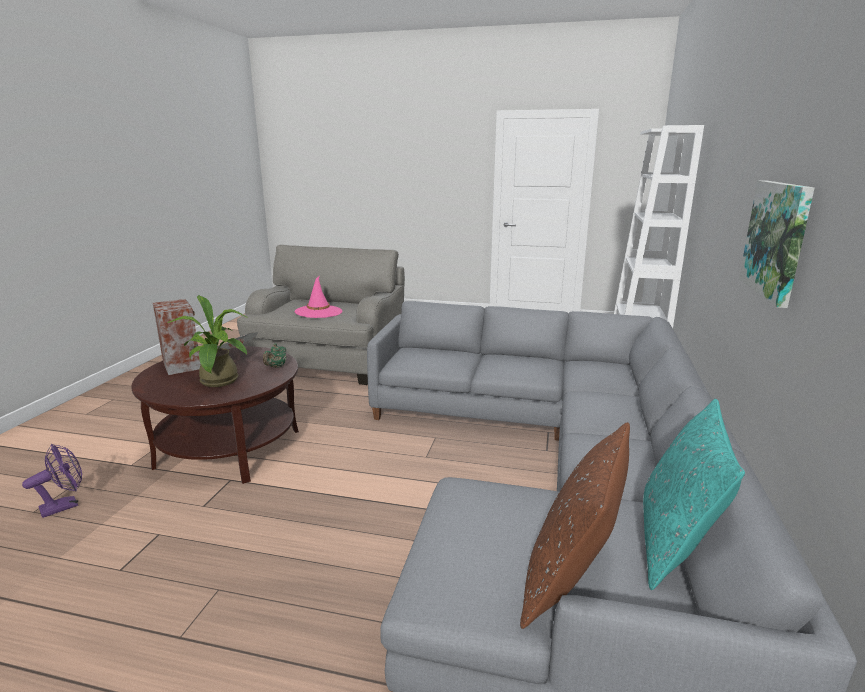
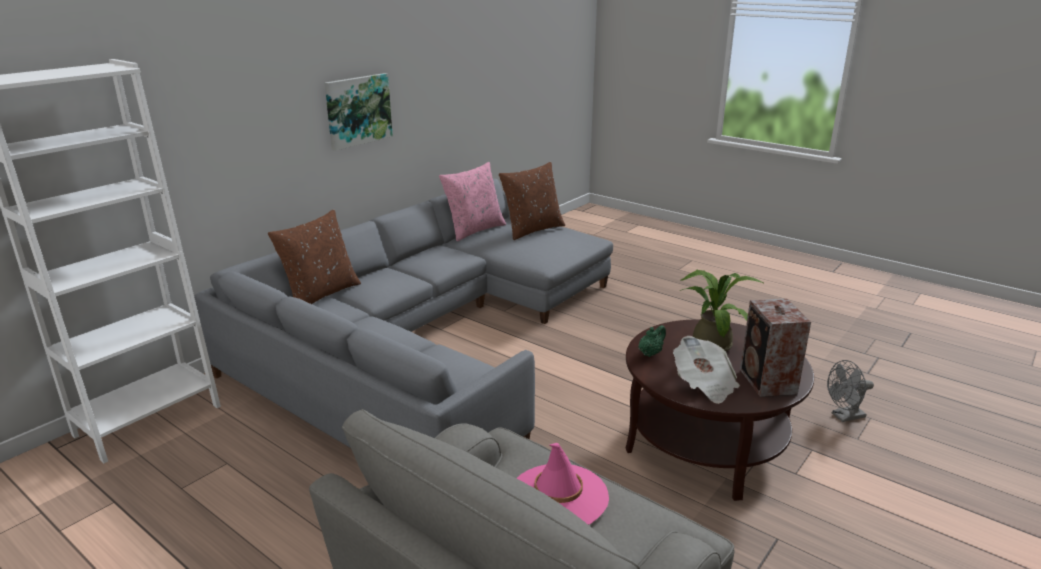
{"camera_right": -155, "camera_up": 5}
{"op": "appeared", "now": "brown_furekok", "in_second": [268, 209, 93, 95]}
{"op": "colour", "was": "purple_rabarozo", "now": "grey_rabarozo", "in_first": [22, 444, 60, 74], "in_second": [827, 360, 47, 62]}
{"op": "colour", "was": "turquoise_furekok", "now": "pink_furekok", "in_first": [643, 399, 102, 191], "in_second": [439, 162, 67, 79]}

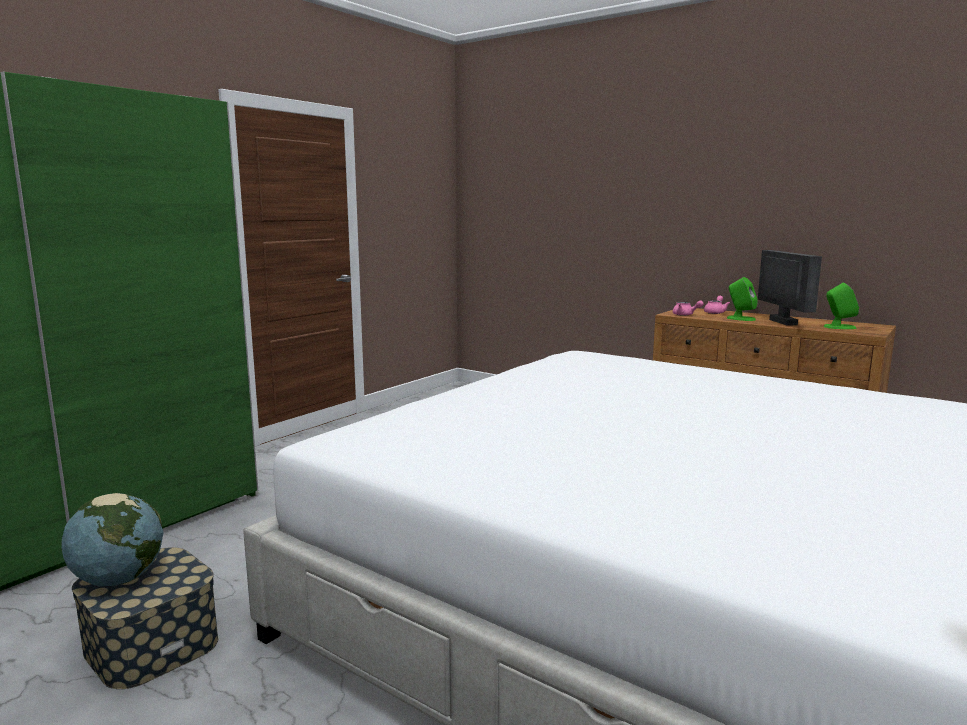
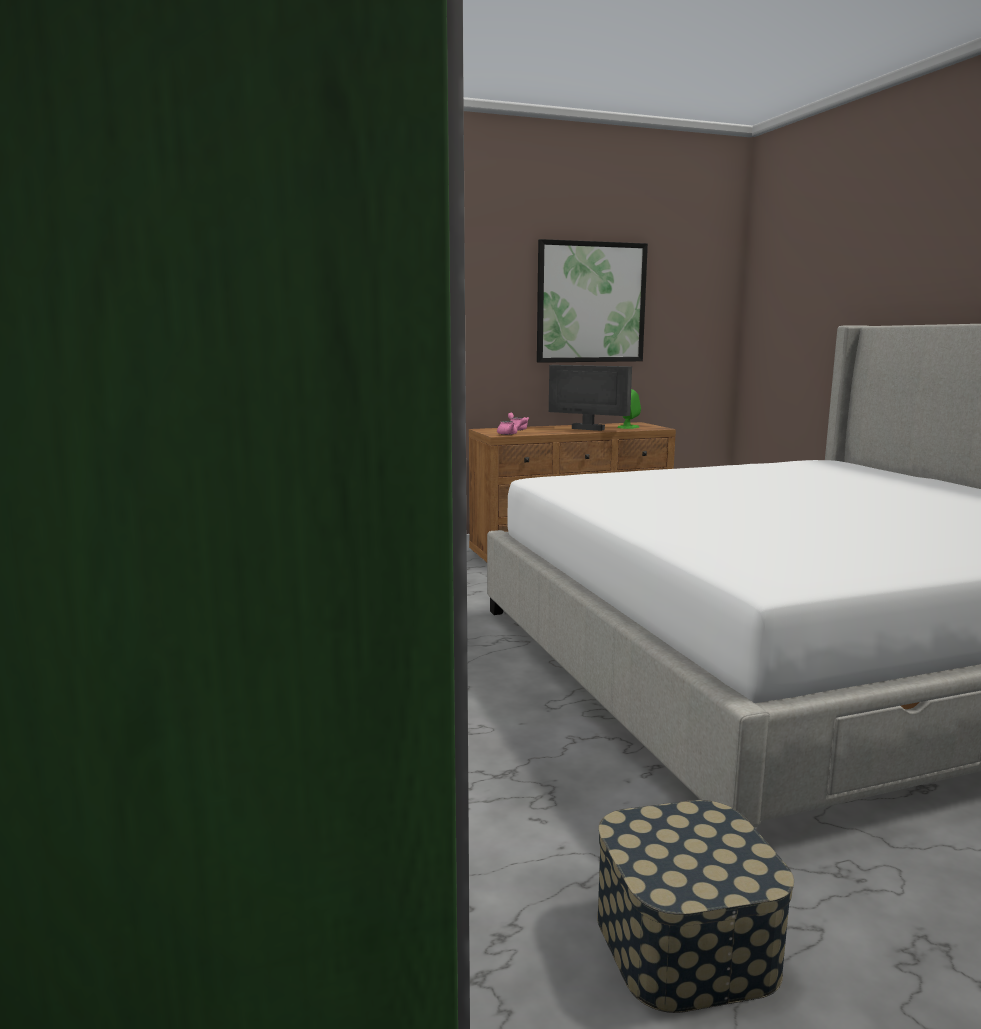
{"camera_right": -55, "camera_up": 0}
{"op": "missing", "was": "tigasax", "in_first": [61, 493, 103, 93]}
{"op": "missing", "was": "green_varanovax", "in_first": [727, 277, 31, 44]}
{"op": "appeared", "now": "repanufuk", "in_second": [537, 239, 111, 124]}

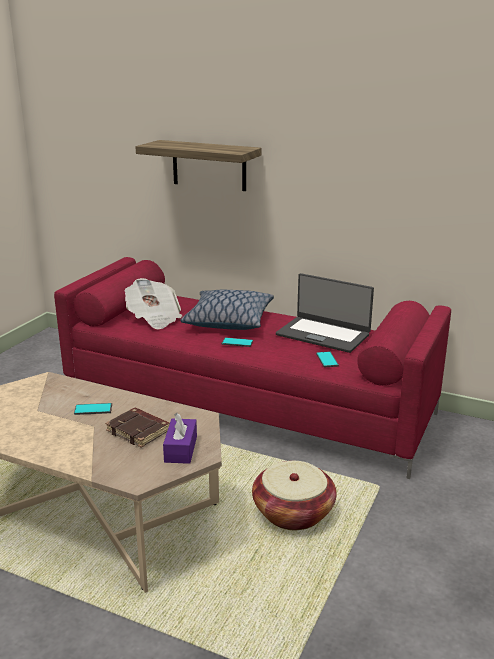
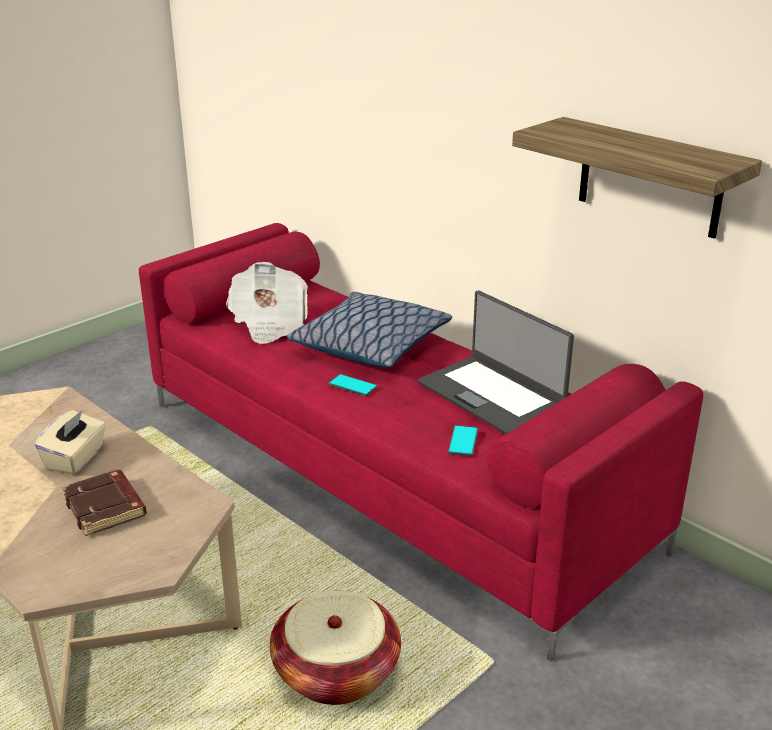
{"camera_right": 20, "camera_up": 5}
{"op": "missing", "was": "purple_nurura", "in_first": [163, 413, 34, 51]}
{"op": "relocated", "was": "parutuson", "in_first": [136, 140, 125, 51], "in_second": [512, 117, 250, 122]}
{"op": "exchanged", "was": "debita", "now": "beige_nurura", "in_first": [74, 403, 38, 12], "in_second": [34, 409, 72, 66]}

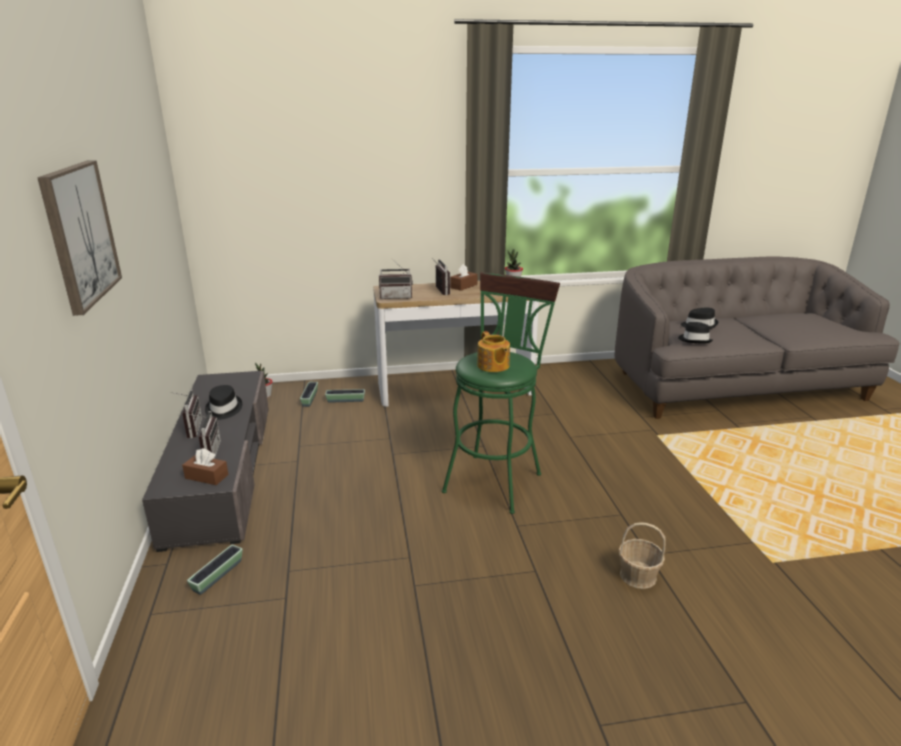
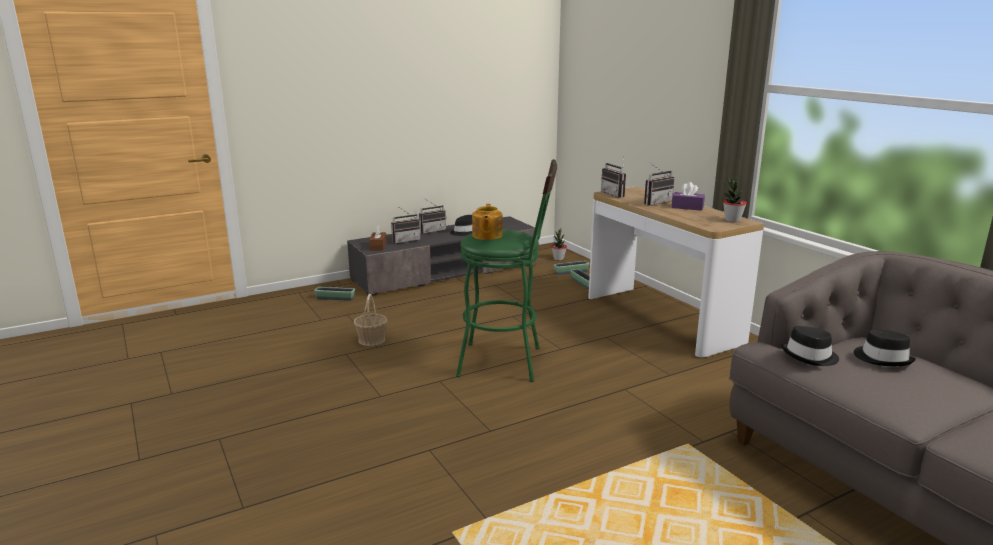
{"camera_right": 70, "camera_up": -5}
{"op": "missing", "was": "repanufuk", "in_first": [37, 160, 85, 156]}
{"op": "relocated", "was": "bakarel", "in_first": [618, 523, 48, 66], "in_second": [354, 294, 33, 52]}
{"op": "colour", "was": "brown_nurura", "now": "purple_nurura", "in_first": [450, 264, 28, 27], "in_second": [671, 182, 34, 29]}
{"op": "spun", "was": "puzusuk", "in_first": [477, 331, 33, 41], "in_second": [472, 204, 31, 36], "clockwise": -45}

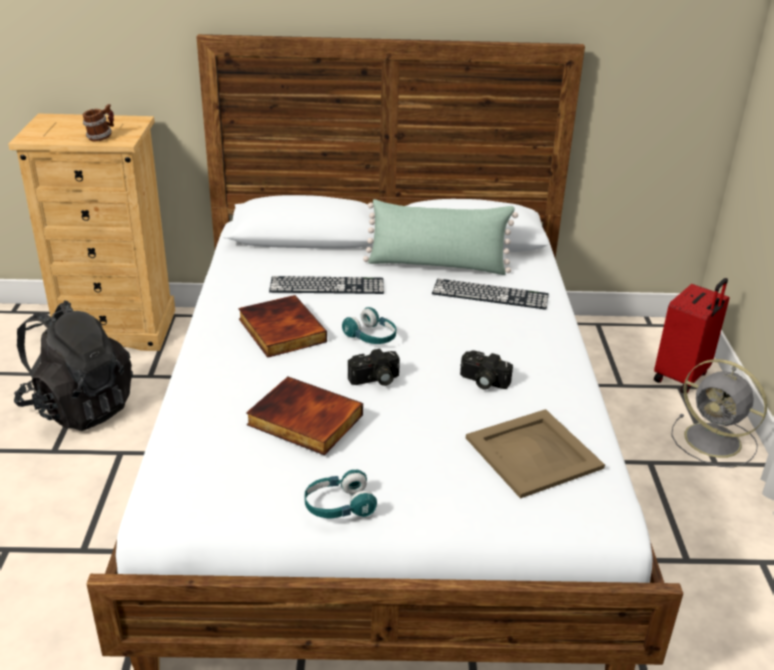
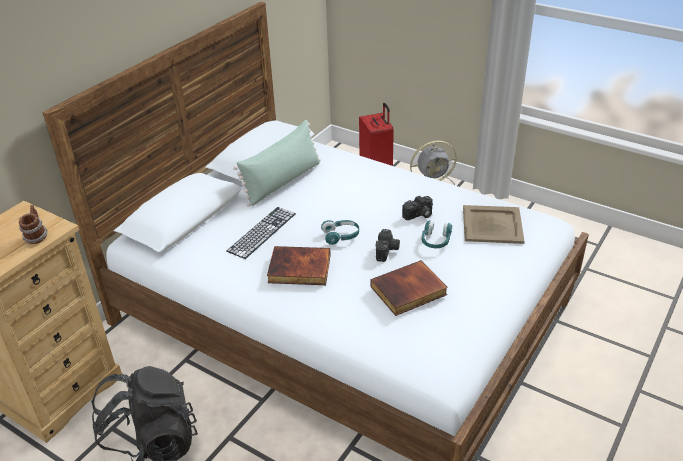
{"camera_right": -55, "camera_up": 5}
{"op": "missing", "was": "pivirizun", "in_first": [432, 279, 117, 30]}
{"op": "relocated", "was": "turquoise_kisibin", "in_first": [304, 470, 73, 48], "in_second": [422, 220, 30, 28]}

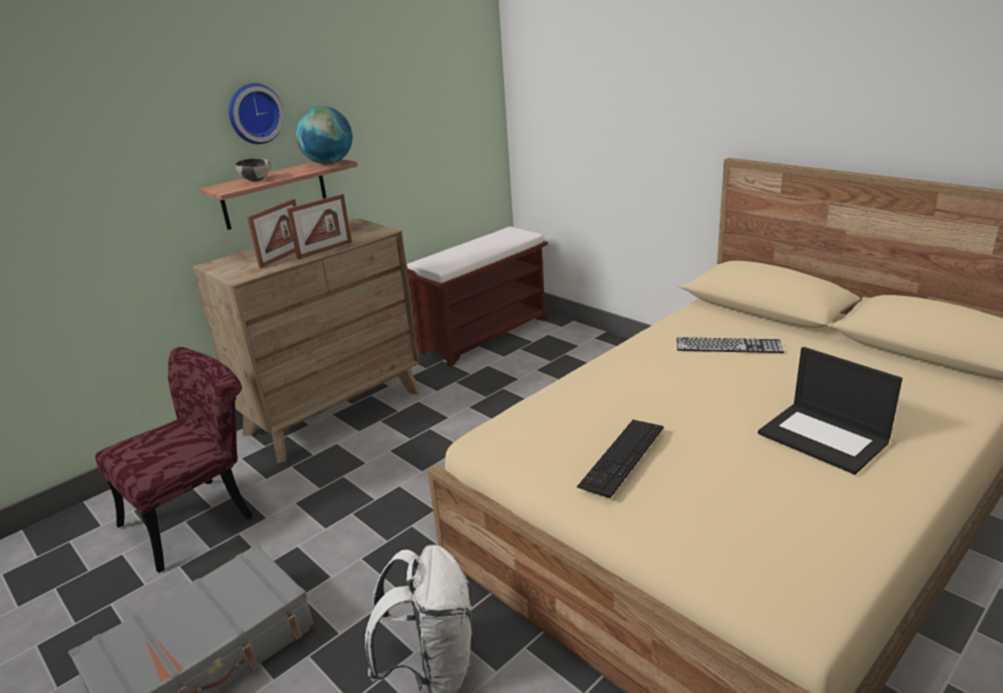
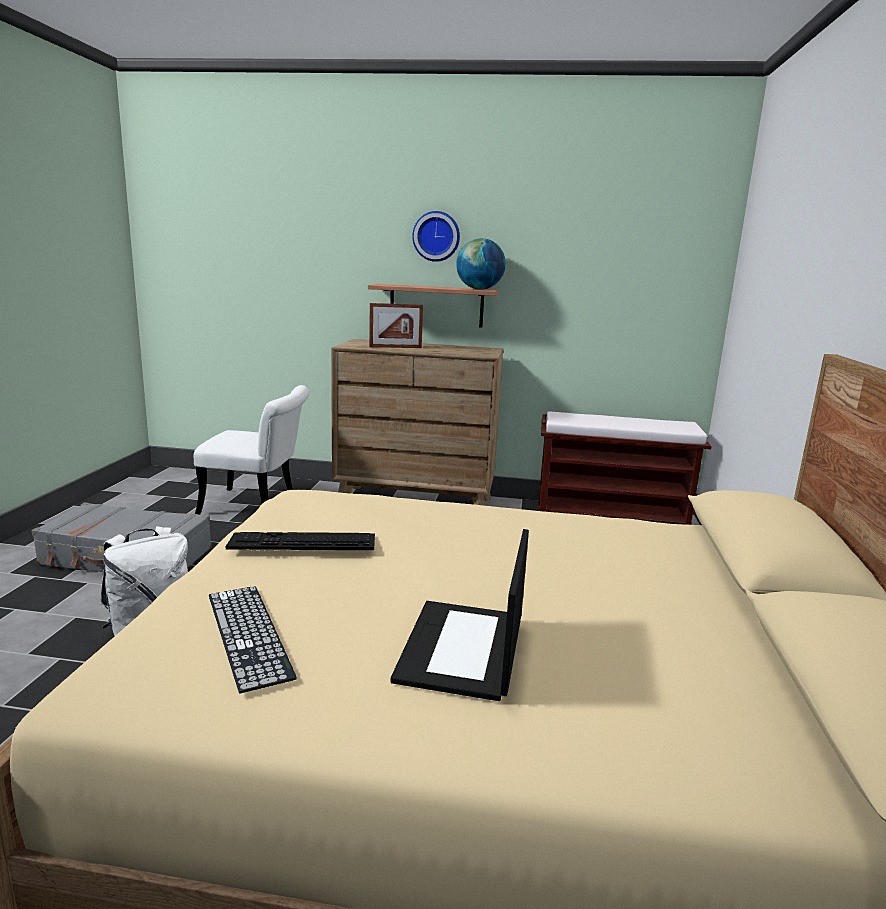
{"camera_right": 50, "camera_up": -10}
{"op": "missing", "was": "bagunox", "in_first": [235, 158, 36, 24]}
{"op": "missing", "was": "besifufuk", "in_first": [287, 194, 65, 65]}
{"op": "relocated", "was": "pivirizun", "in_first": [677, 337, 107, 16], "in_second": [209, 586, 88, 107]}
{"op": "colour", "was": "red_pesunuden", "now": "white_pesunuden", "in_first": [95, 347, 157, 226], "in_second": [194, 385, 115, 130]}

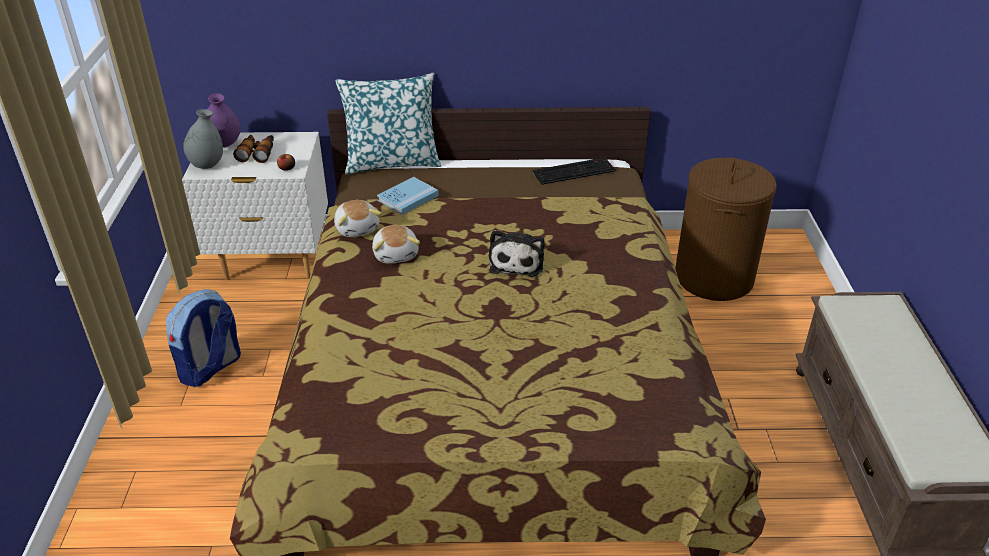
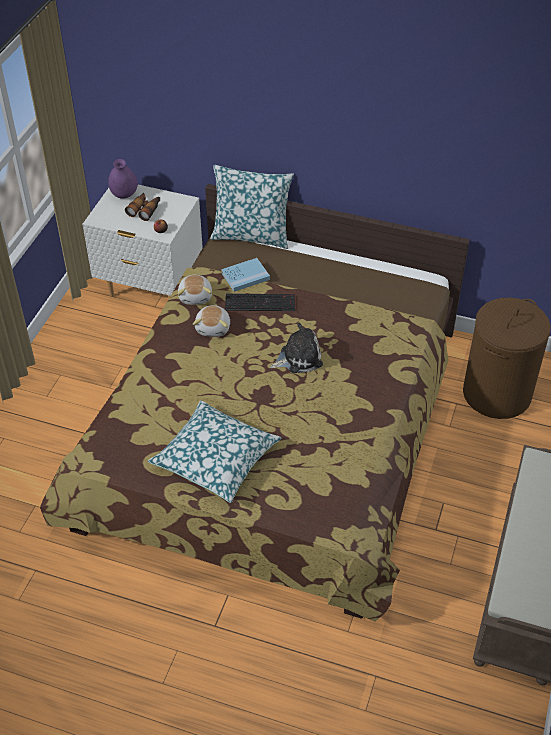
{"camera_right": 20, "camera_up": 10}
{"op": "missing", "was": "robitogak", "in_first": [166, 289, 75, 98]}
{"op": "missing", "was": "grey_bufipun", "in_first": [183, 109, 40, 60]}
{"op": "appeared", "now": "furekok", "in_second": [148, 400, 133, 103]}
{"op": "relocated", "was": "pivirizun", "in_first": [532, 157, 84, 28], "in_second": [225, 294, 70, 17]}
{"op": "spun", "was": "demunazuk", "in_first": [489, 230, 56, 47], "in_second": [270, 323, 53, 50], "clockwise": -135}

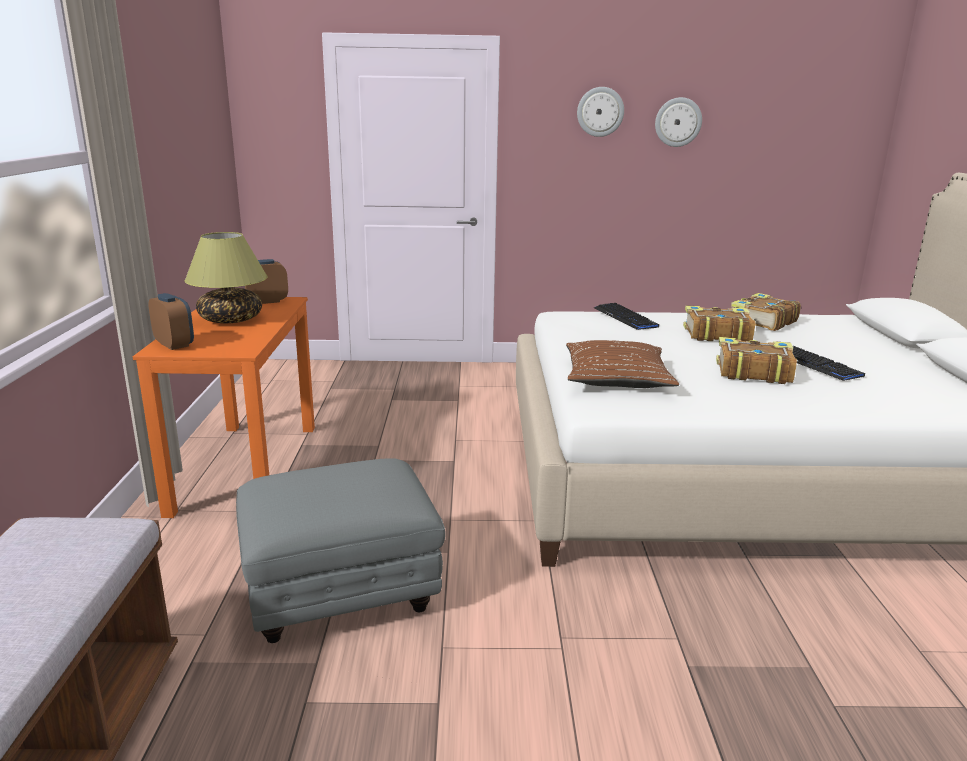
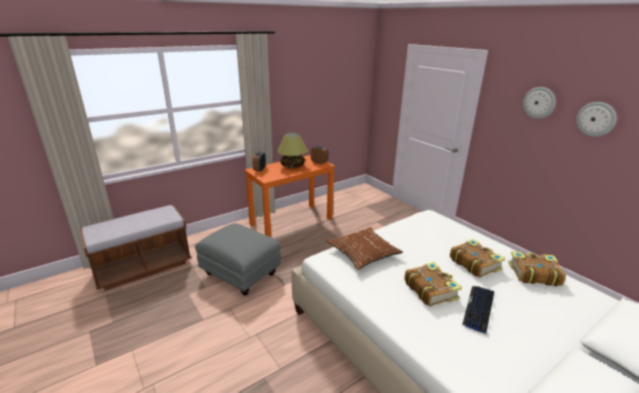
{"camera_right": 55, "camera_up": 5}
{"op": "missing", "was": "pivirizun", "in_first": [594, 303, 65, 27]}

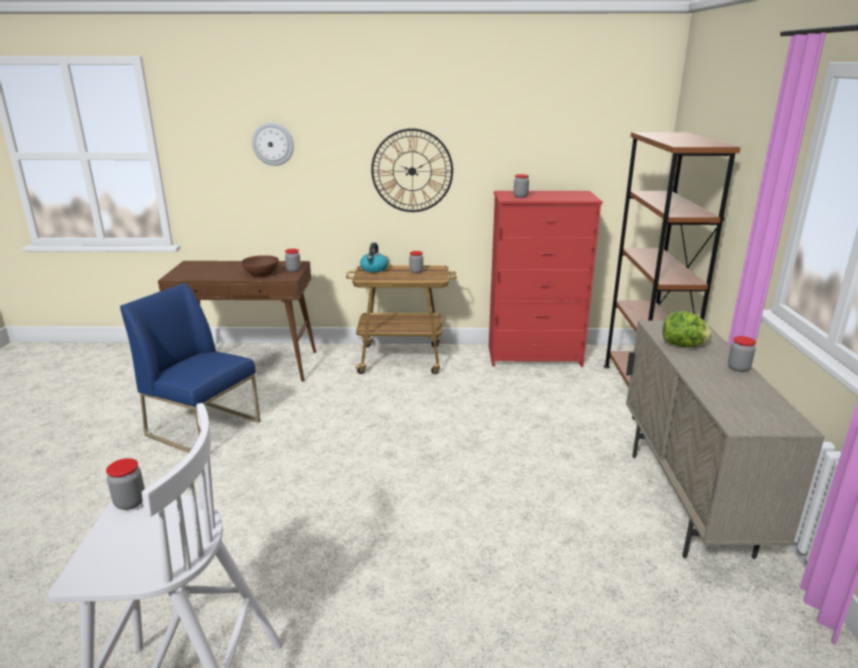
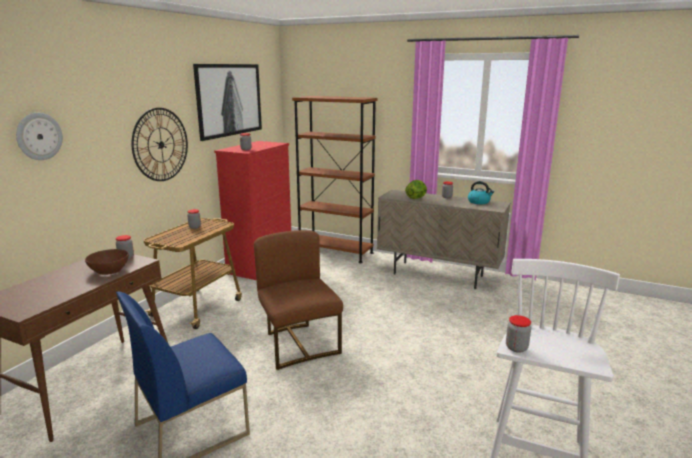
{"camera_right": -65, "camera_up": -5}
{"op": "appeared", "now": "repanufuk", "in_second": [193, 64, 69, 77]}
{"op": "appeared", "now": "brown_pesunuden", "in_second": [254, 230, 89, 140]}
{"op": "relocated", "was": "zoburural", "in_first": [360, 243, 28, 29], "in_second": [468, 181, 26, 23]}

